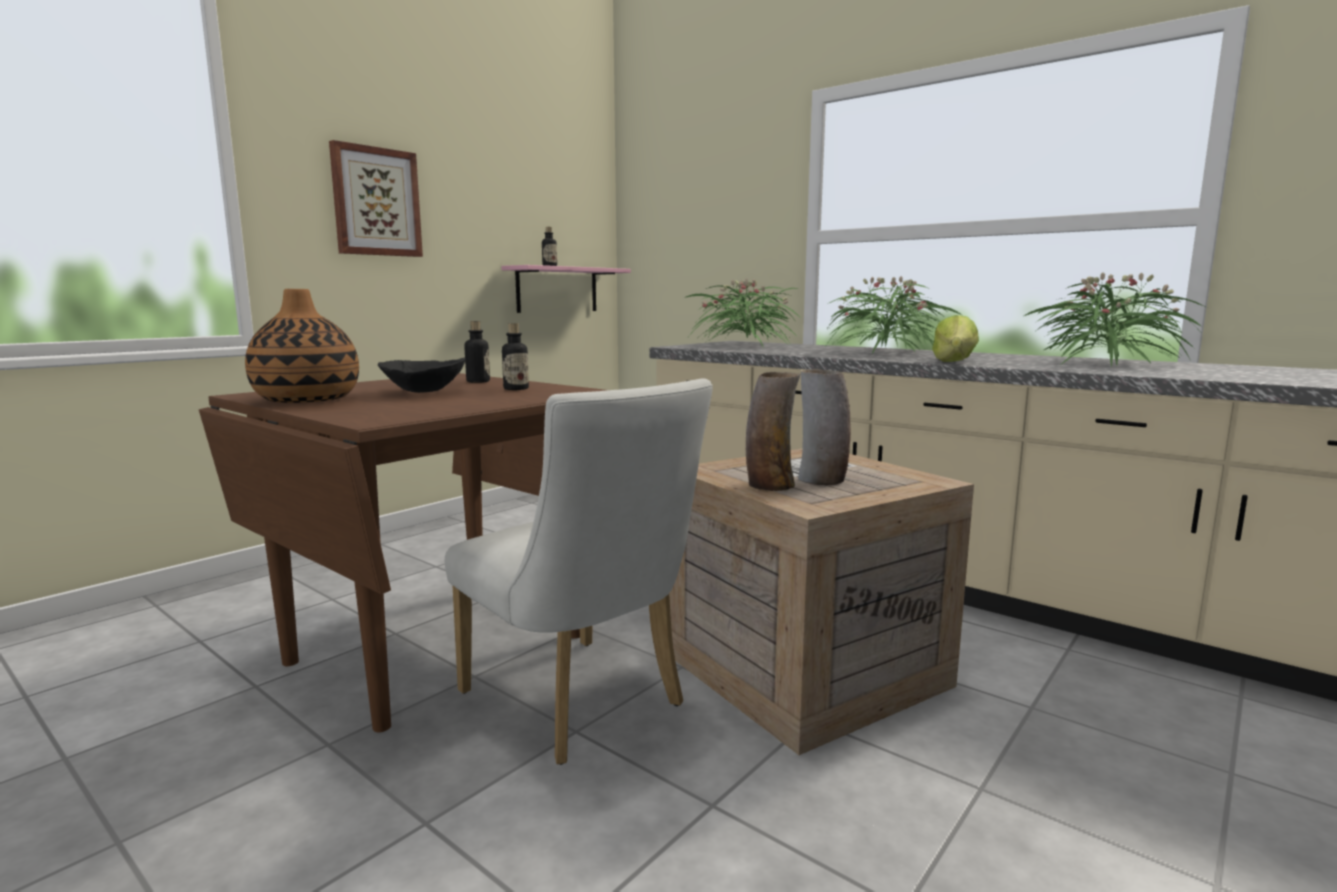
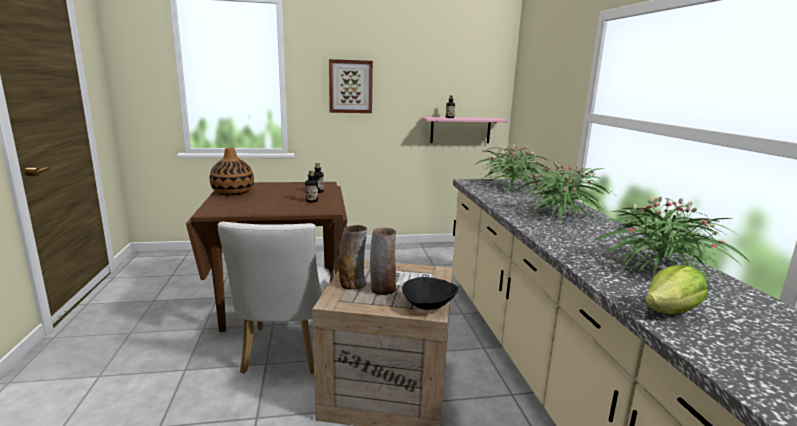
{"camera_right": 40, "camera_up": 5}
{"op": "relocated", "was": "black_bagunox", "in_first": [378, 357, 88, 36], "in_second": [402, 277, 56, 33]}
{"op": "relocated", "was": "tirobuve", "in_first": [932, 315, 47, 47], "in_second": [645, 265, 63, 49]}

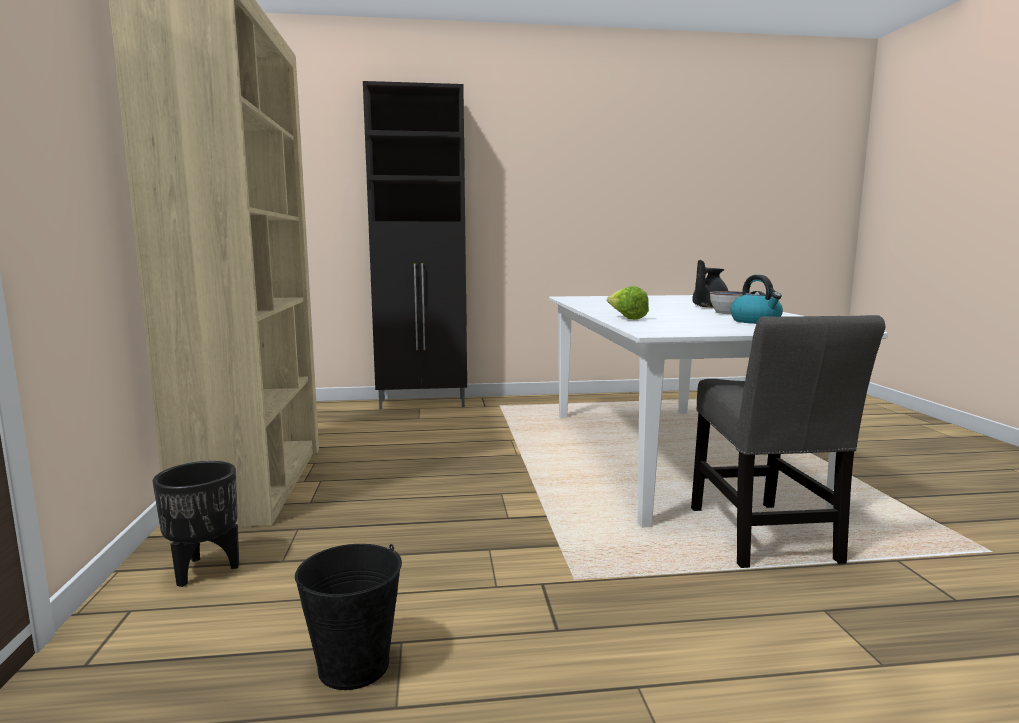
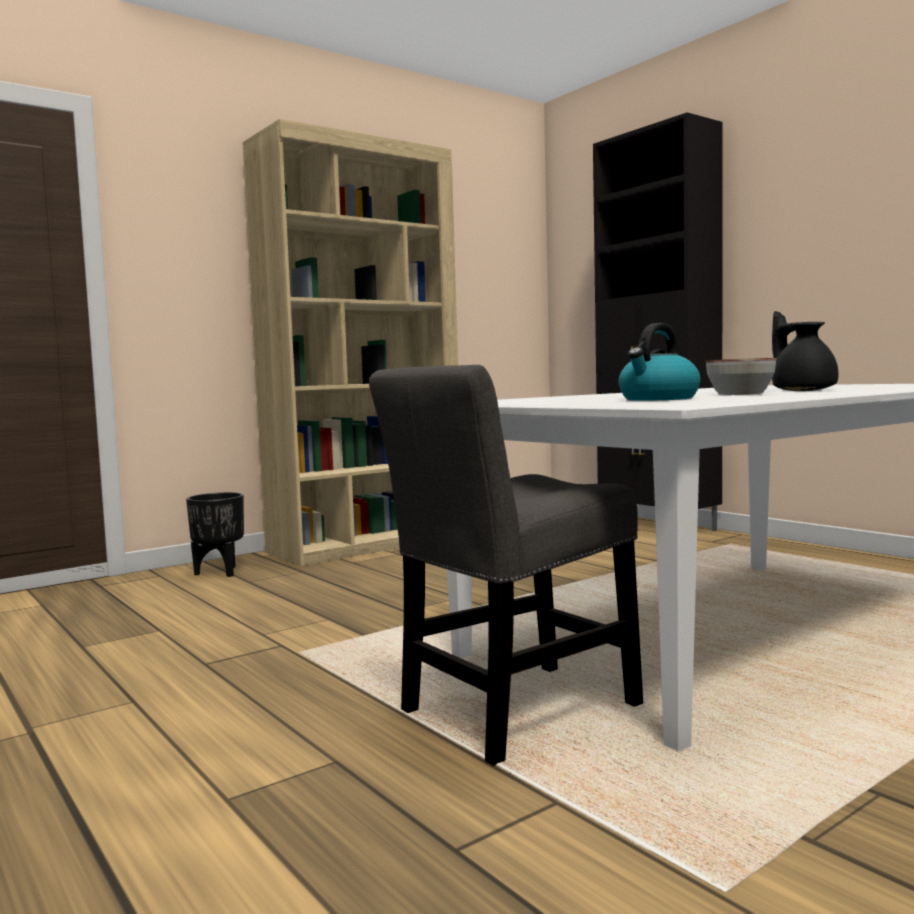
{"camera_right": 60, "camera_up": -5}
{"op": "missing", "was": "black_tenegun", "in_first": [295, 544, 107, 146]}
{"op": "missing", "was": "tirobuve", "in_first": [607, 286, 42, 34]}
{"op": "spun", "was": "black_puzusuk", "in_first": [692, 260, 36, 48], "in_second": [772, 311, 66, 80], "clockwise": 60}

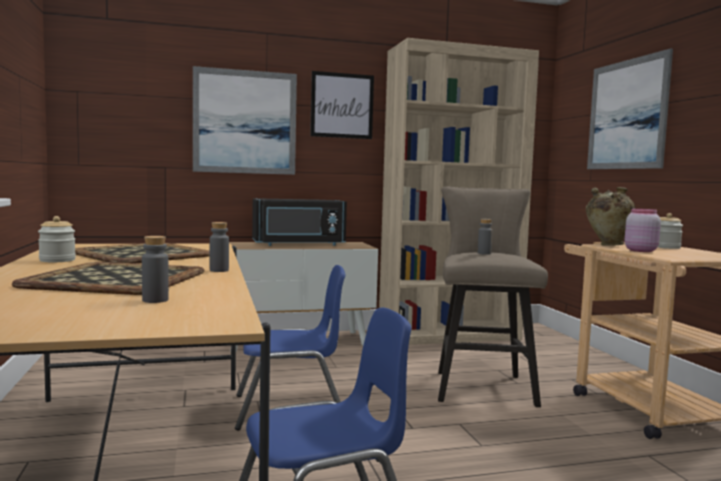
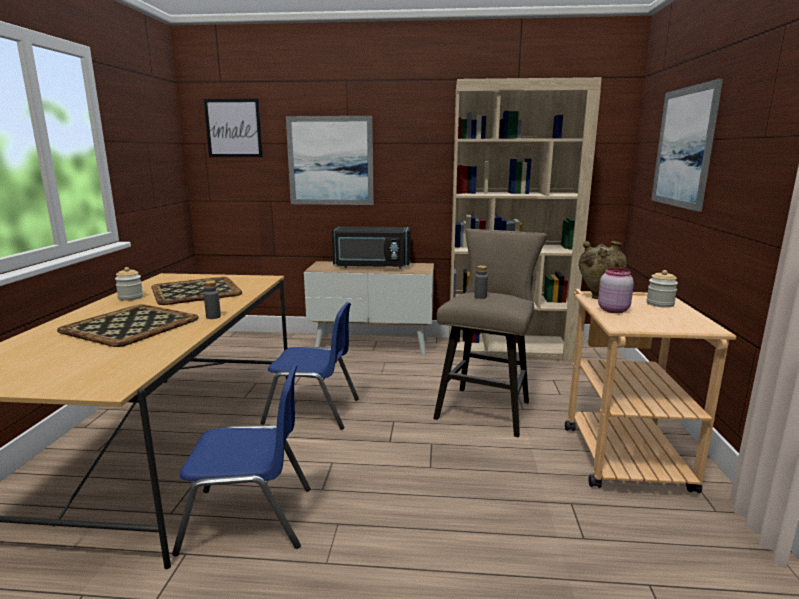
{"camera_right": 20, "camera_up": 10}
{"op": "missing", "was": "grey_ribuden", "in_first": [142, 236, 27, 67]}
{"op": "relocated", "was": "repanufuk", "in_first": [310, 71, 64, 68], "in_second": [204, 98, 59, 59]}

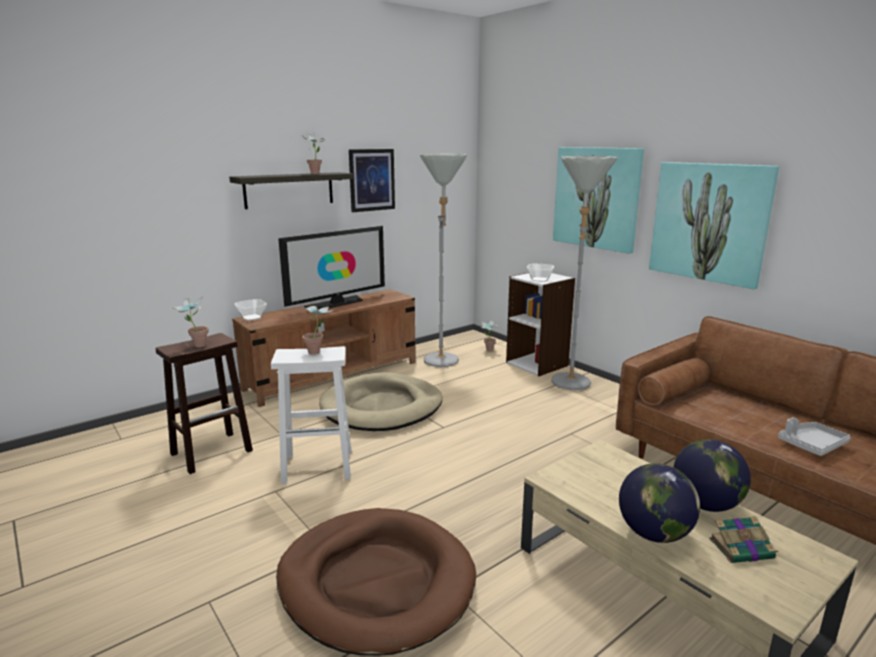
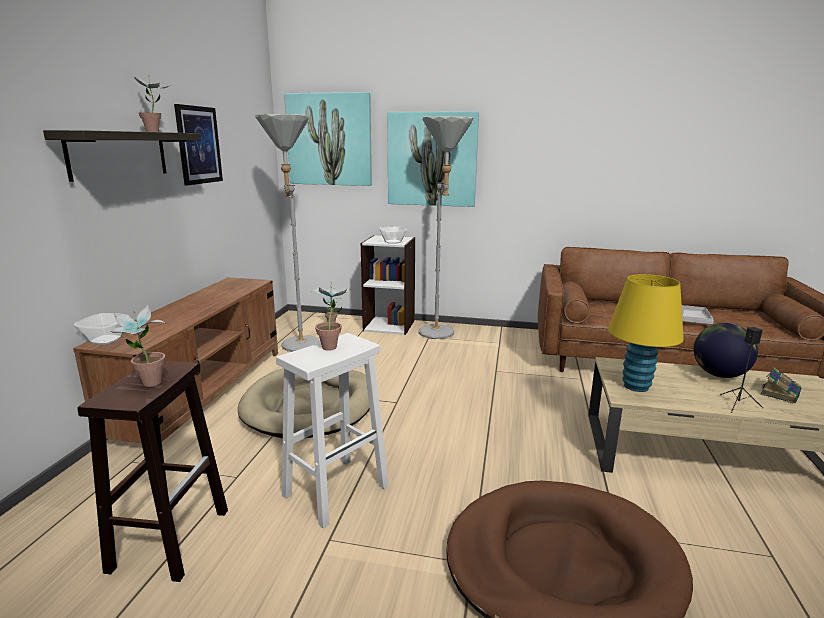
{"camera_right": -40, "camera_up": 0}
{"op": "missing", "was": "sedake", "in_first": [278, 226, 107, 83]}
{"op": "appeared", "now": "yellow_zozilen", "in_second": [608, 274, 76, 118]}
{"op": "relocated", "was": "repanufuk", "in_first": [649, 162, 130, 127], "in_second": [284, 92, 88, 94]}
{"op": "exchanged", "was": "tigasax", "now": "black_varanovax", "in_first": [619, 463, 81, 80], "in_second": [720, 327, 43, 86]}

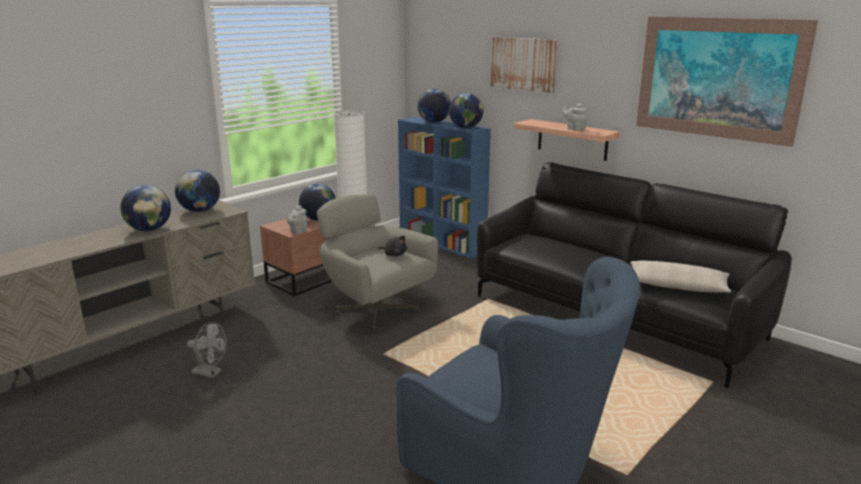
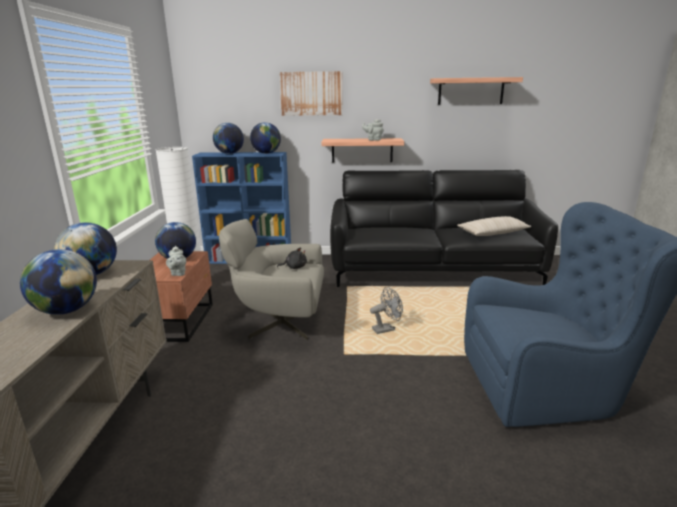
{"camera_right": -40, "camera_up": 0}
{"op": "relocated", "was": "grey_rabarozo", "in_first": [187, 322, 40, 56], "in_second": [370, 287, 33, 47]}
{"op": "exchanged", "was": "repanufuk", "now": "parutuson", "in_first": [636, 16, 182, 131], "in_second": [430, 77, 93, 28]}

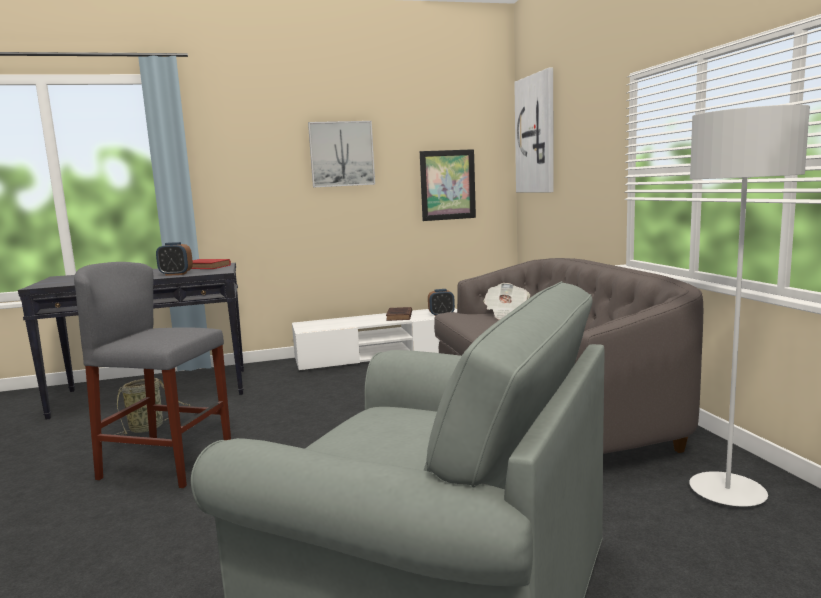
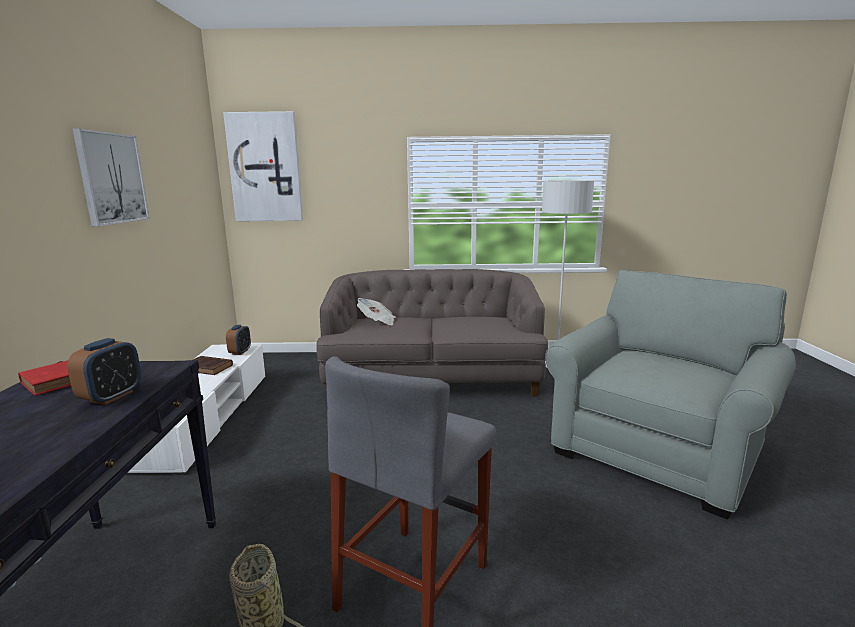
{"camera_right": -75, "camera_up": 5}
{"op": "missing", "was": "repanufuk", "in_first": [420, 149, 56, 72]}

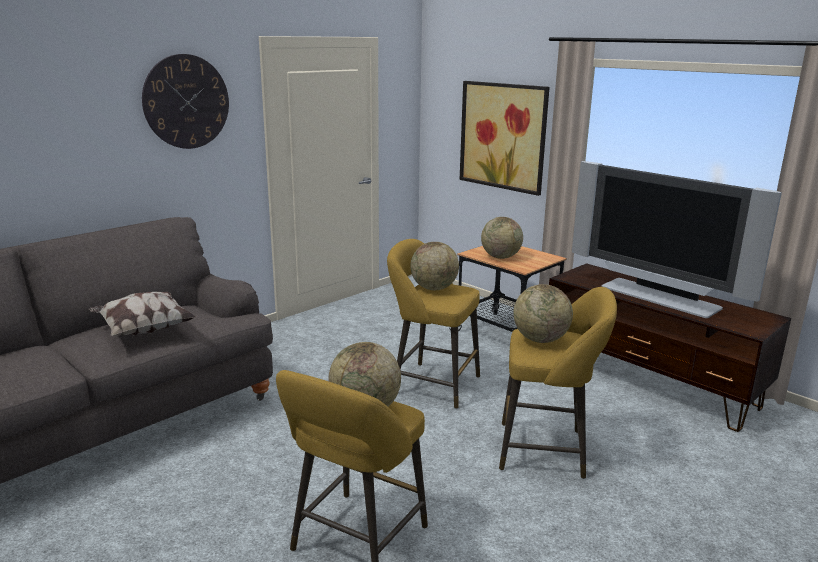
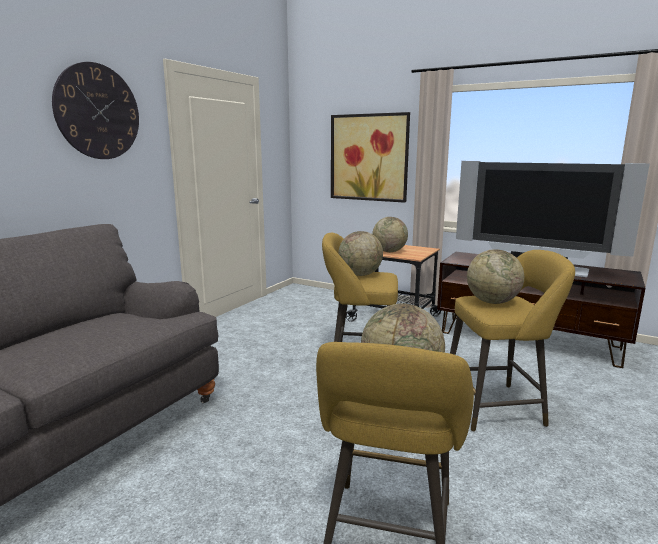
{"camera_right": -15, "camera_up": -5}
{"op": "missing", "was": "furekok", "in_first": [89, 292, 107, 44]}

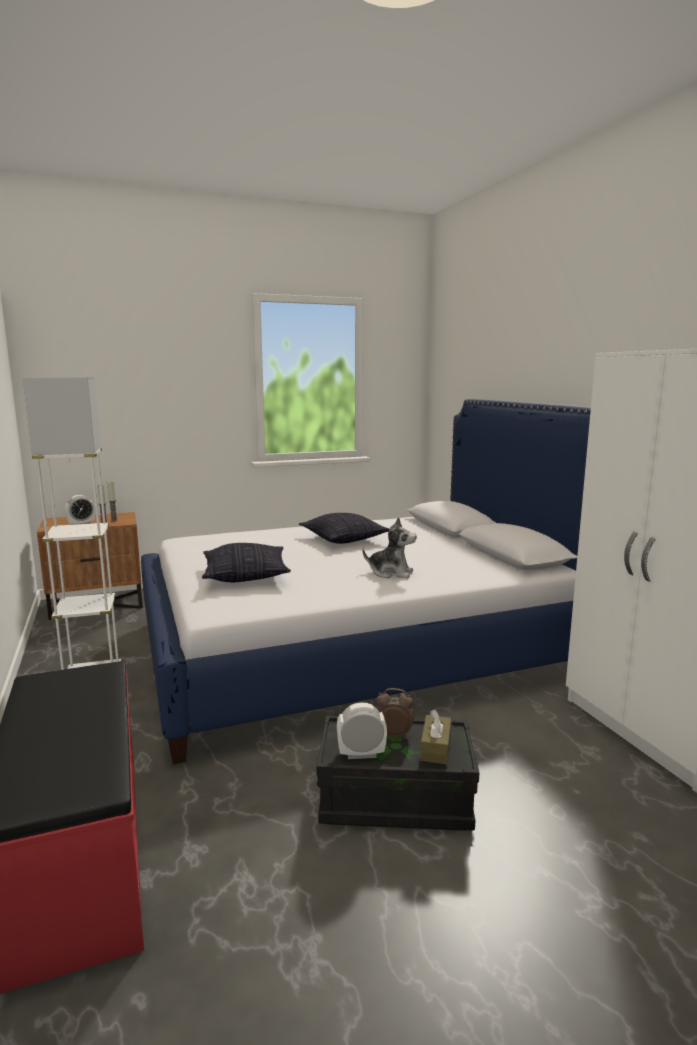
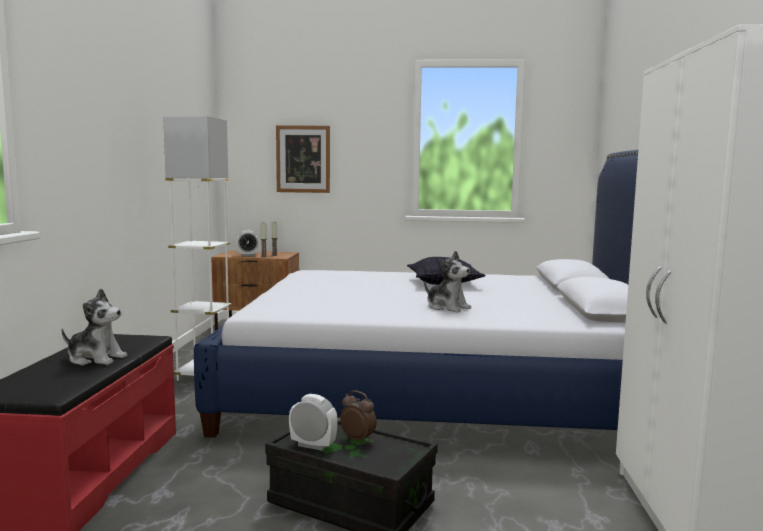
{"camera_right": 25, "camera_up": -5}
{"op": "missing", "was": "furekok", "in_first": [202, 543, 89, 39]}
{"op": "missing", "was": "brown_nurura", "in_first": [420, 709, 31, 55]}
{"op": "appeared", "now": "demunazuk", "in_second": [62, 289, 65, 77]}
{"op": "appeared", "now": "repanufuk", "in_second": [276, 125, 54, 68]}

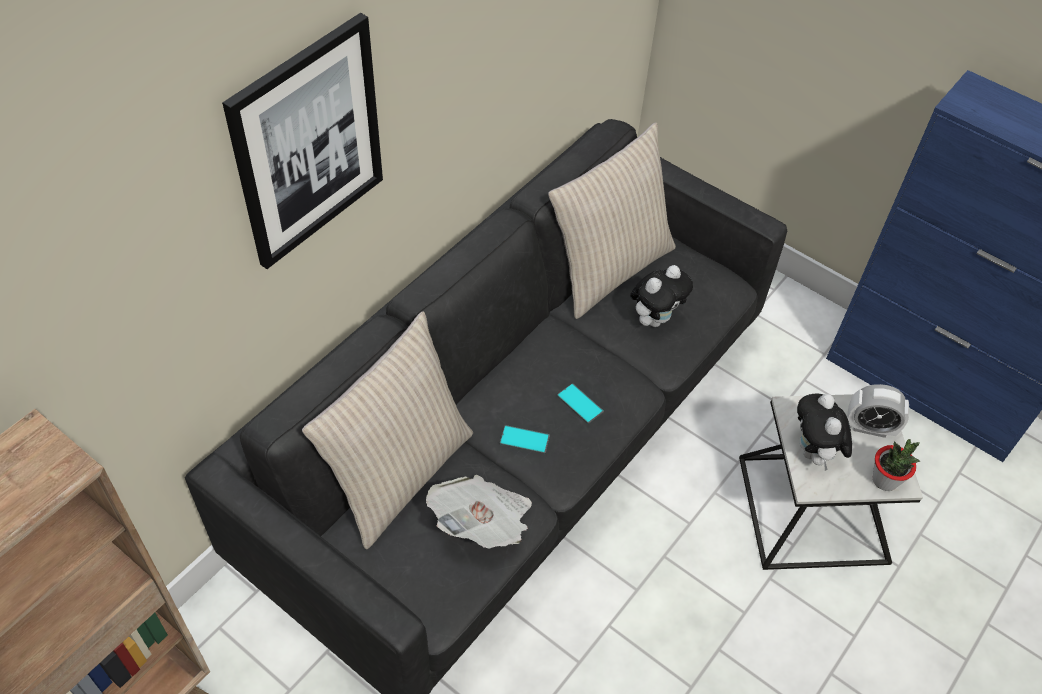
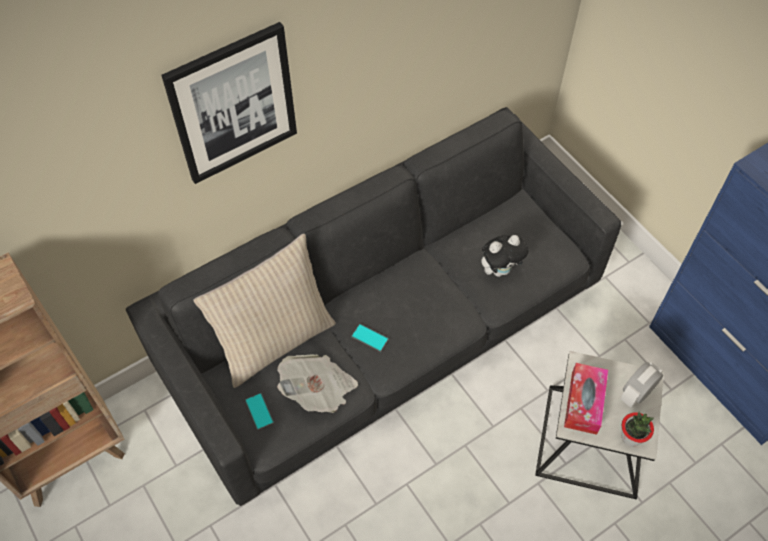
{"camera_right": 20, "camera_up": 5}
{"op": "missing", "was": "beige_furekok", "in_first": [548, 122, 128, 197]}
{"op": "relocated", "was": "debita", "in_first": [557, 383, 47, 41], "in_second": [245, 393, 29, 38]}
{"op": "exchanged", "was": "demunazuk", "now": "nurura", "in_first": [797, 393, 55, 78], "in_second": [564, 363, 44, 72]}
{"op": "spun", "was": "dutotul", "in_first": [847, 384, 62, 54], "in_second": [621, 362, 42, 46], "clockwise": 105}

